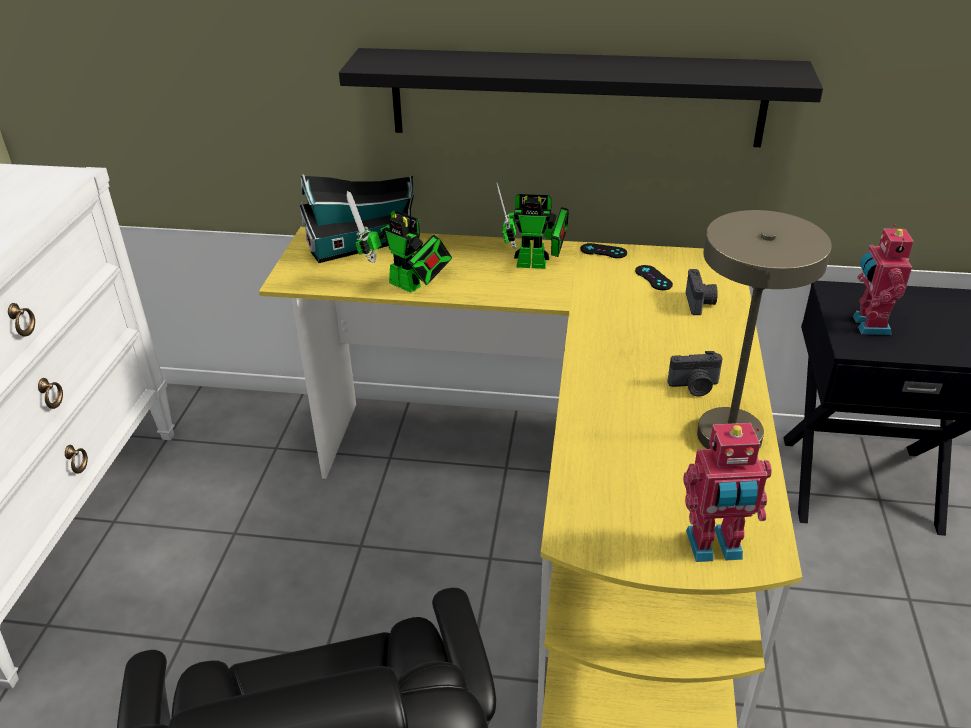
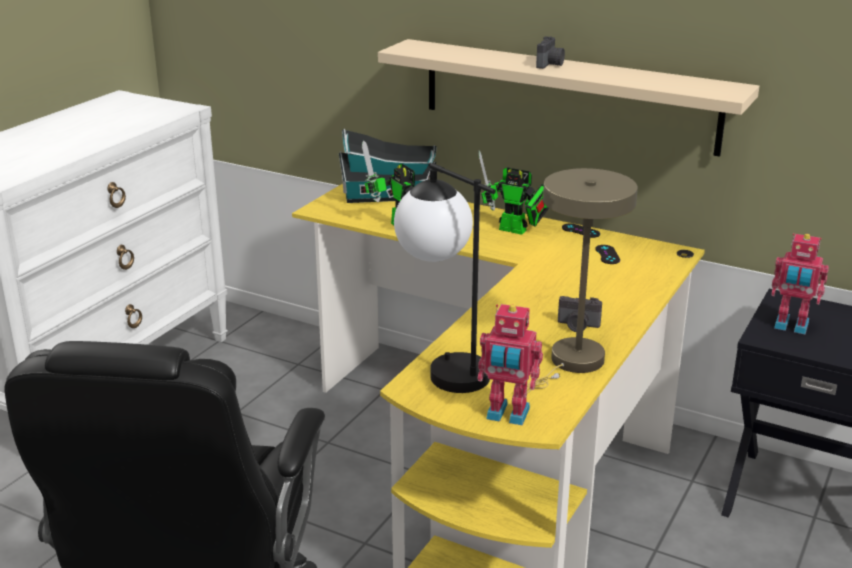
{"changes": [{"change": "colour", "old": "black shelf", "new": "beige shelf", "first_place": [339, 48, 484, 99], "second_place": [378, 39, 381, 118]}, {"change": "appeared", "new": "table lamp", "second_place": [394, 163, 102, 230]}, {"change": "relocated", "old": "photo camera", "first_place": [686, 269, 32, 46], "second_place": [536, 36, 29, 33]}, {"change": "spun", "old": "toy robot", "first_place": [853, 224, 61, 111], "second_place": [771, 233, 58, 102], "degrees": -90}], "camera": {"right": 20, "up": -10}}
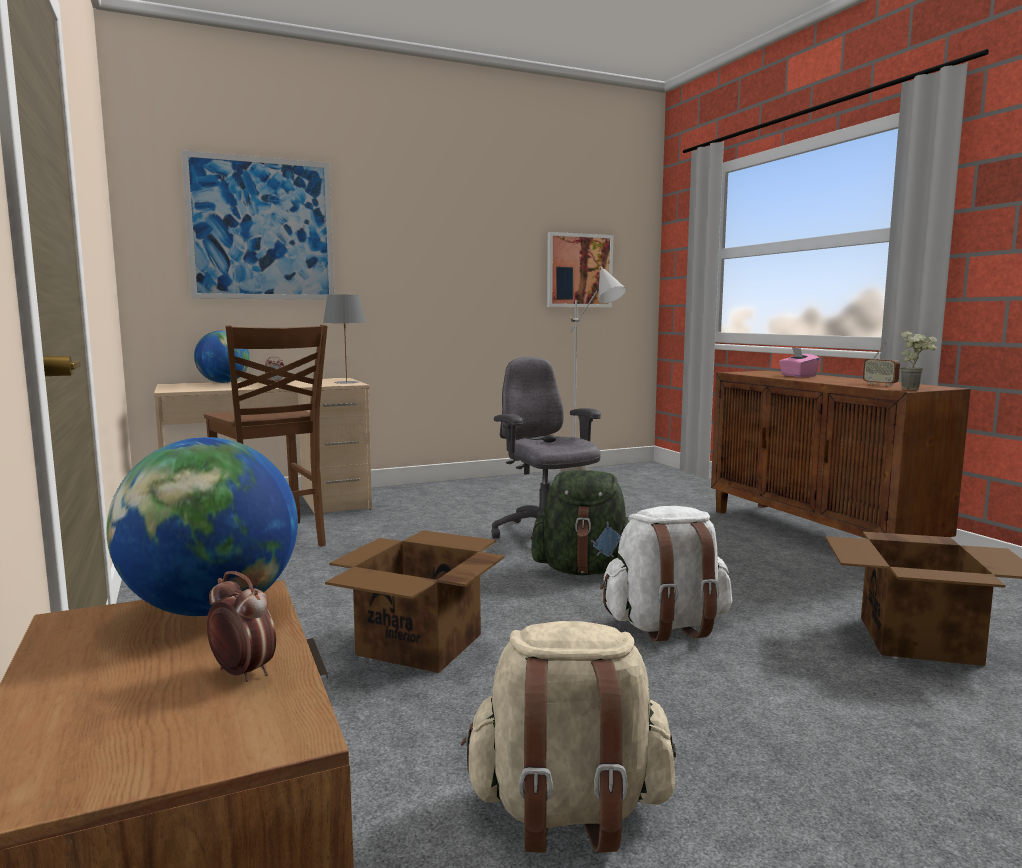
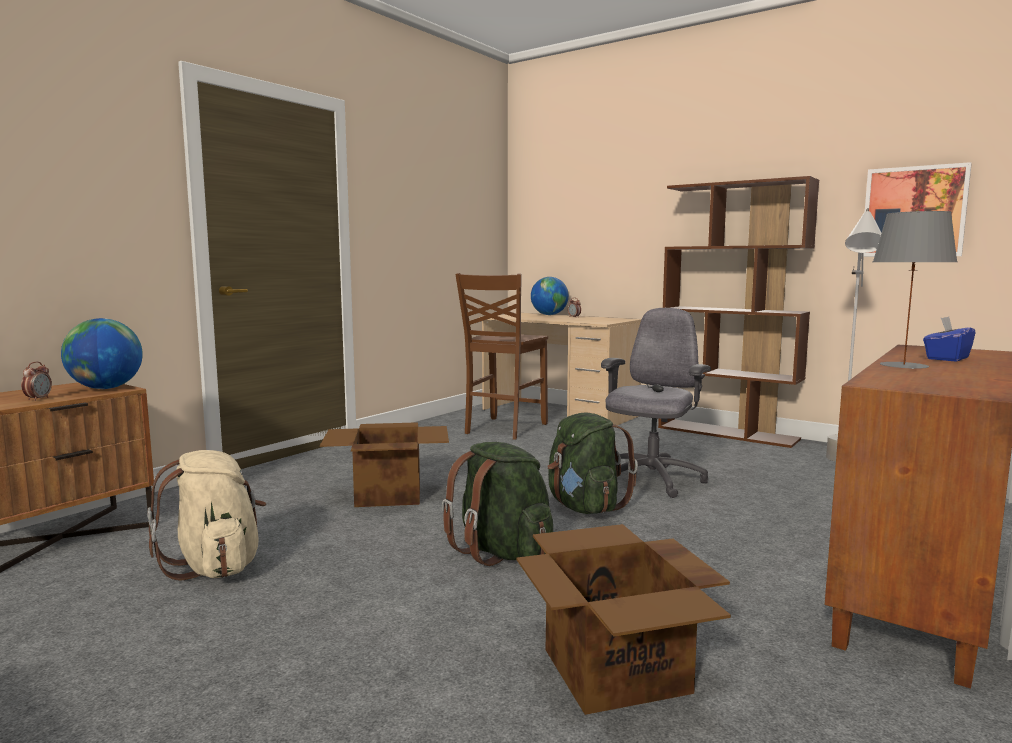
{"changes": [{"change": "colour", "old": "white backpack", "new": "green backpack", "first_place": [600, 506, 132, 135], "second_place": [442, 442, 111, 124]}, {"change": "appeared", "new": "brown bookcase", "second_place": [658, 176, 161, 272]}, {"change": "relocated", "old": "grey table lamp", "first_place": [323, 295, 43, 89], "second_place": [873, 211, 85, 158]}, {"change": "colour", "old": "pink tissue box", "new": "blue tissue box", "first_place": [779, 347, 41, 30], "second_place": [923, 316, 53, 46]}, {"change": "missing", "old": "picture", "first_place": [182, 151, 152, 149]}, {"change": "missing", "old": "radio", "first_place": [863, 341, 37, 45]}, {"change": "missing", "old": "potted plant", "first_place": [900, 331, 37, 59]}], "camera": {"right": 60, "up": 0}}
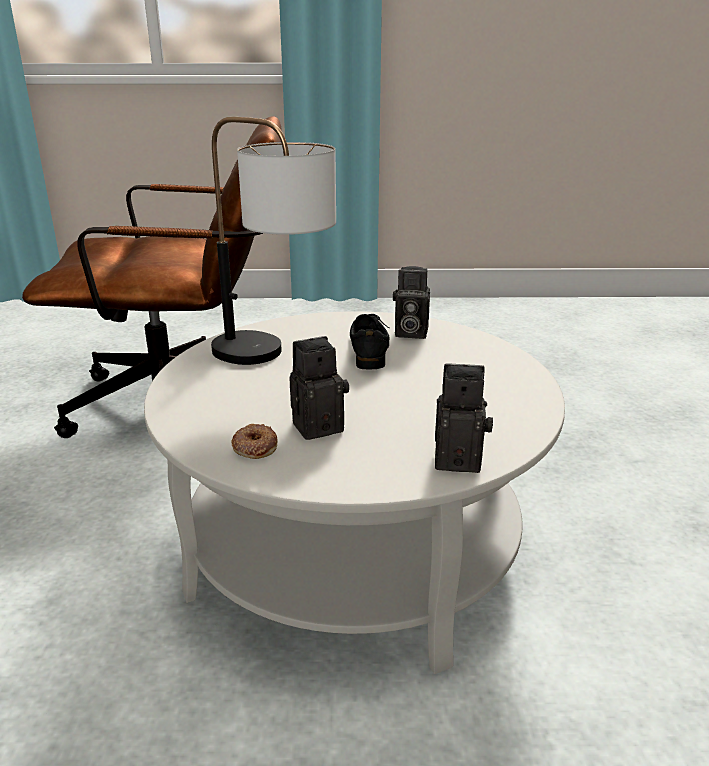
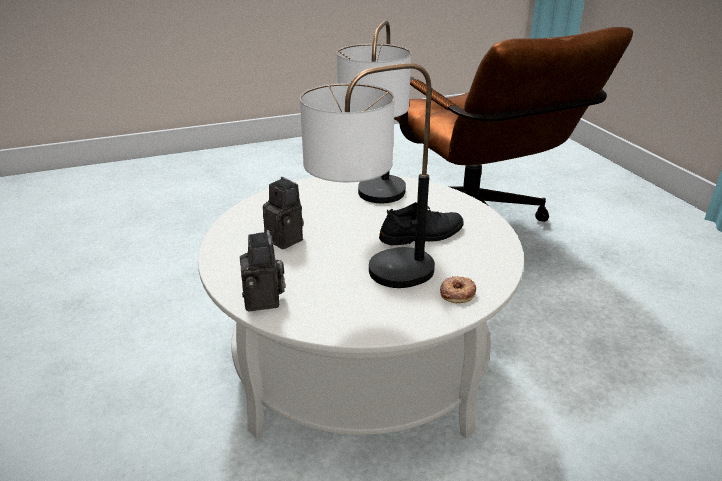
{"changes": [{"change": "appeared", "new": "table lamp", "second_place": [300, 63, 135, 225]}, {"change": "relocated", "old": "donut", "first_place": [231, 424, 47, 35], "second_place": [440, 276, 36, 27]}, {"change": "missing", "old": "photo camera", "first_place": [393, 266, 37, 73]}], "camera": {"right": 70, "up": 5}}
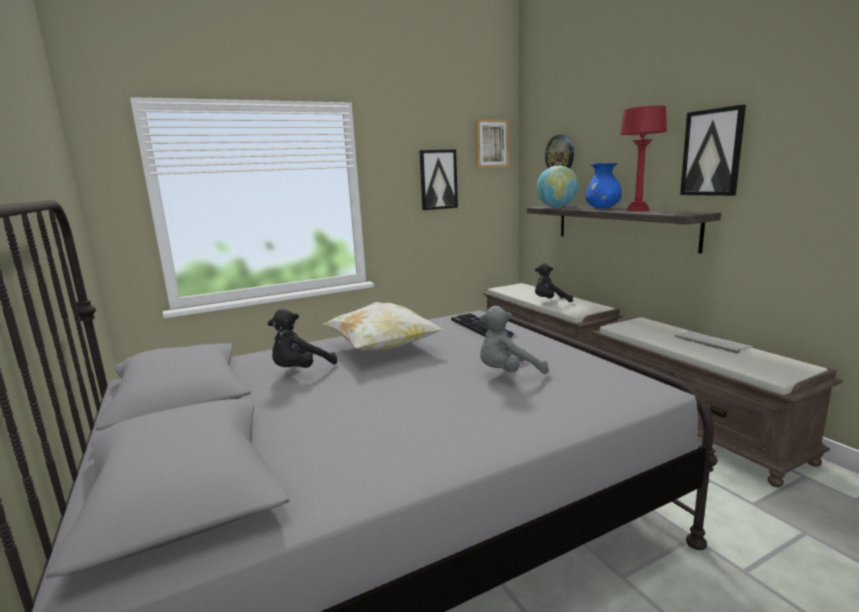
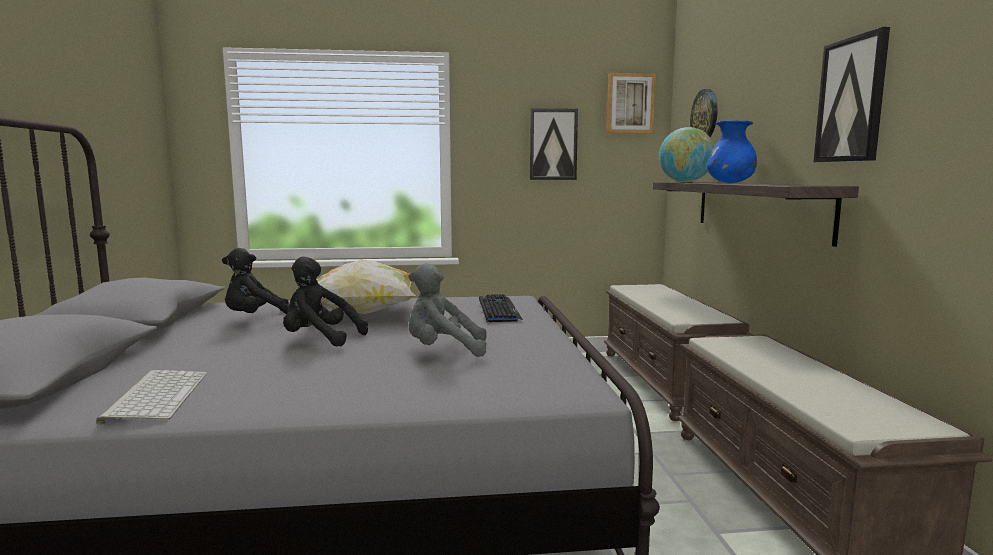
{"changes": [{"change": "relocated", "old": "keyboard", "first_place": [675, 331, 78, 22], "second_place": [96, 370, 111, 55]}, {"change": "relocated", "old": "black plush toy", "first_place": [535, 263, 38, 39], "second_place": [283, 256, 85, 91]}, {"change": "missing", "old": "red table lamp", "first_place": [620, 106, 47, 105]}], "camera": {"right": 20, "up": -5}}
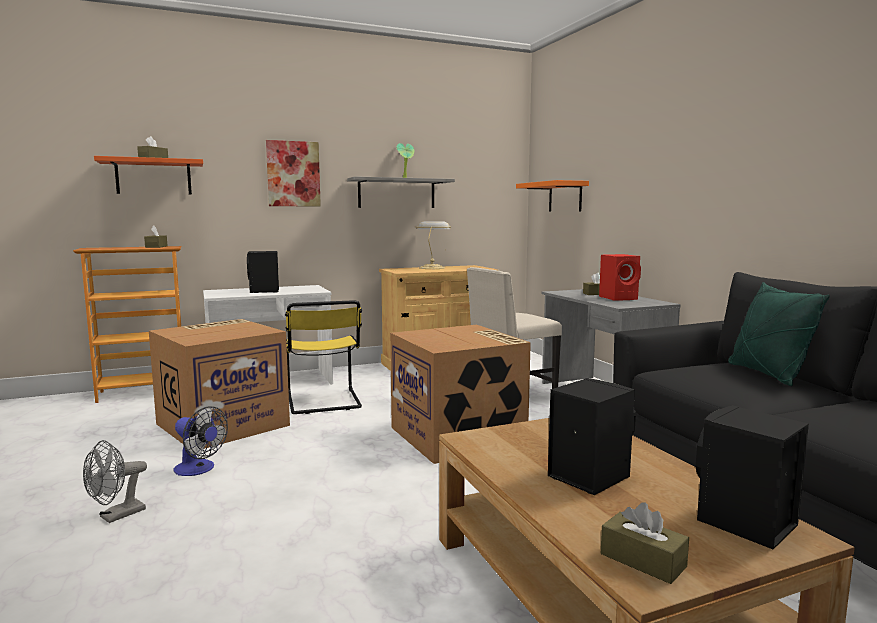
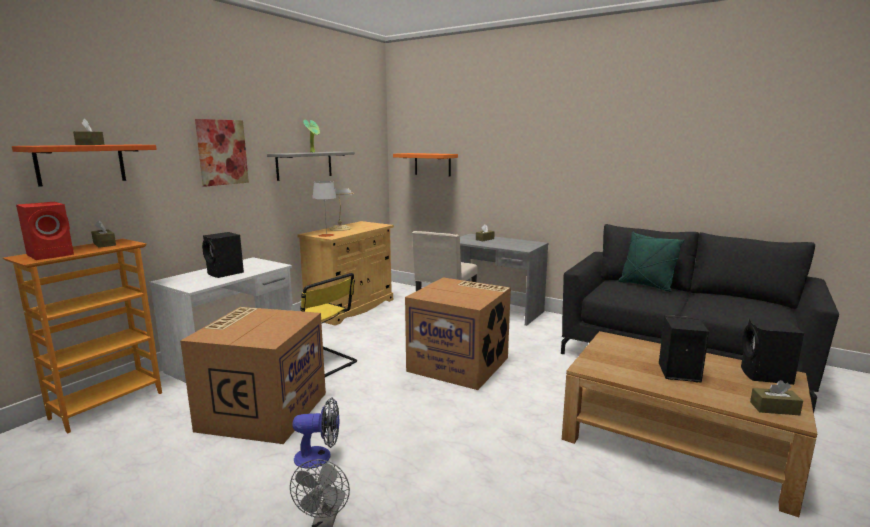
{"changes": [{"change": "relocated", "old": "red speaker", "first_place": [599, 254, 42, 47], "second_place": [16, 202, 58, 58]}, {"change": "appeared", "new": "grey table lamp", "second_place": [313, 181, 24, 56]}], "camera": {"right": -35, "up": 5}}
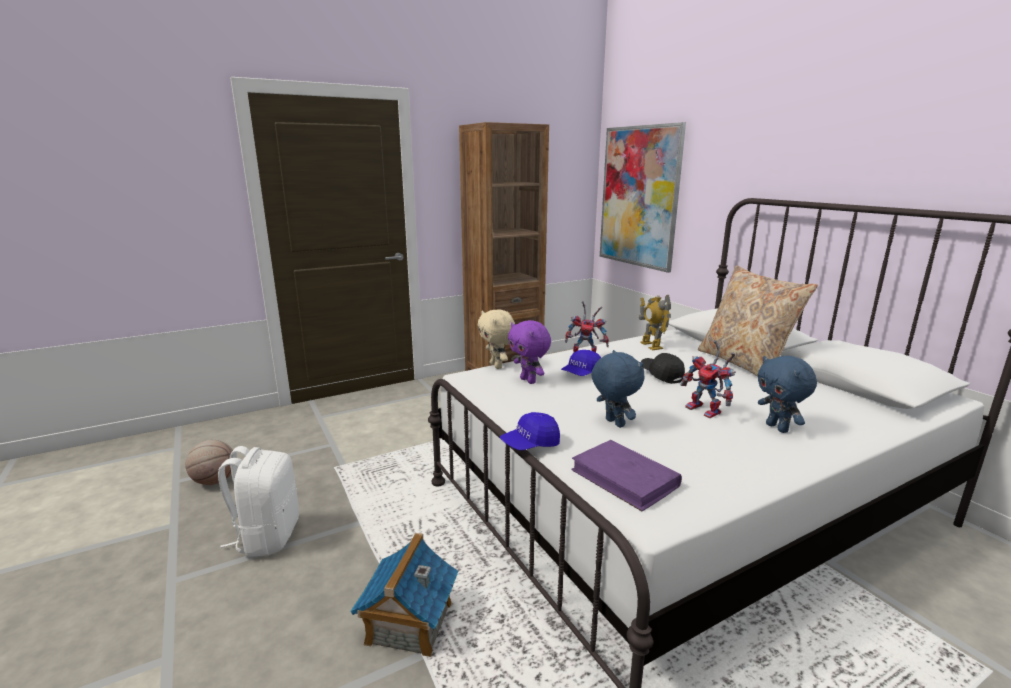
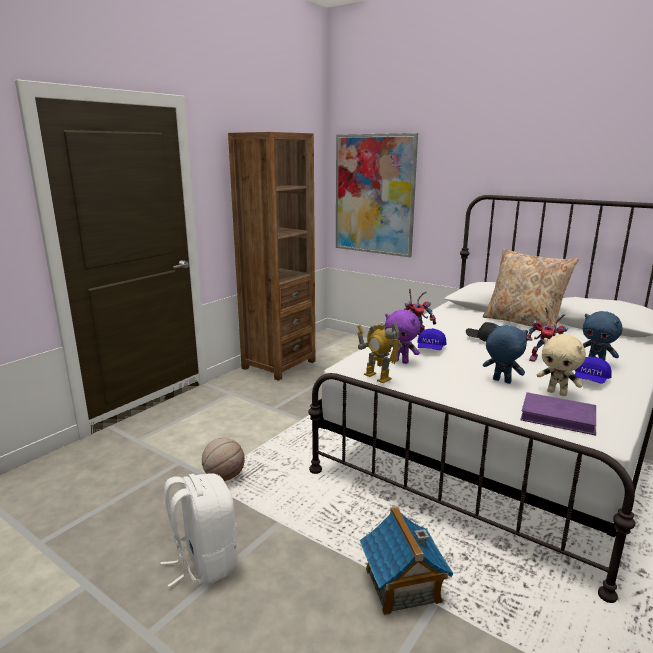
{"changes": [{"change": "relocated", "old": "basketball", "first_place": [185, 440, 48, 45], "second_place": [202, 438, 43, 43]}, {"change": "relocated", "old": "toy robot", "first_place": [639, 295, 32, 55], "second_place": [358, 322, 44, 61]}, {"change": "relocated", "old": "beige plush toy", "first_place": [478, 309, 37, 60], "second_place": [537, 334, 49, 62]}, {"change": "relocated", "old": "blue cap", "first_place": [500, 412, 60, 38], "second_place": [575, 357, 37, 27]}], "camera": {"right": -25, "up": 0}}
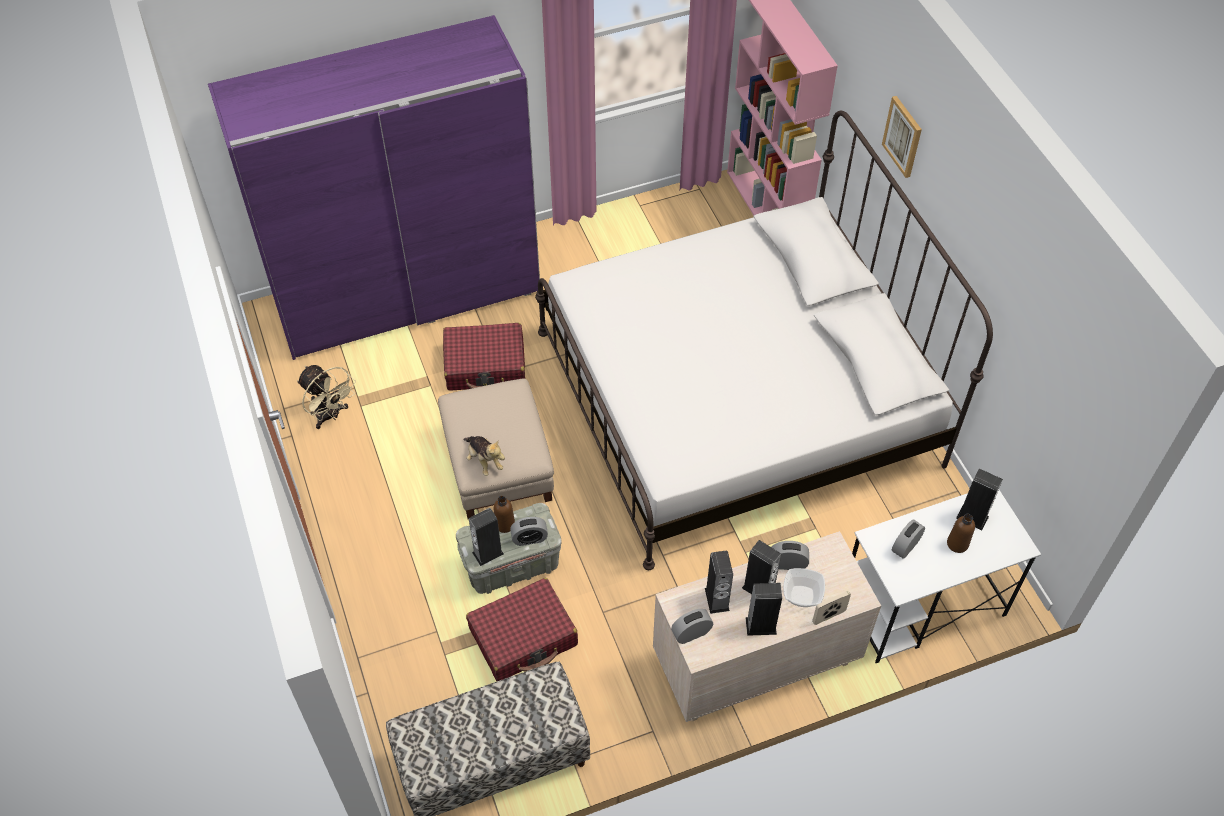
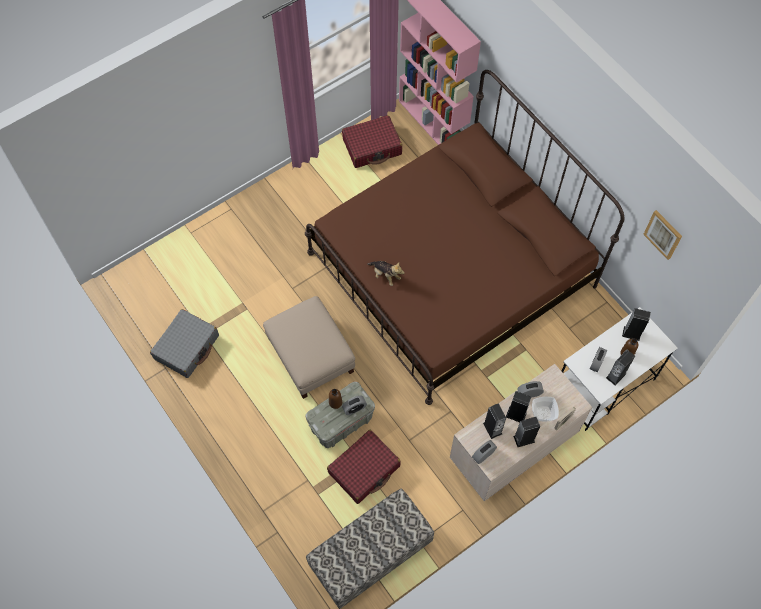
{"changes": [{"change": "exchanged", "old": "beige fan", "new": "grey suitcase", "first_place": [297, 365, 59, 64], "second_place": [150, 309, 69, 69]}, {"change": "colour", "old": "white bed", "new": "brown bed", "first_place": [535, 111, 458, 459], "second_place": [305, 70, 319, 335]}, {"change": "relocated", "old": "red suitcase", "first_place": [443, 323, 82, 68], "second_place": [342, 115, 60, 53]}, {"change": "relocated", "old": "plush toy", "first_place": [463, 436, 42, 40], "second_place": [367, 261, 38, 25]}, {"change": "relocated", "old": "speaker", "first_place": [469, 508, 35, 58], "second_place": [606, 350, 29, 36]}, {"change": "relocated", "old": "picture", "first_place": [882, 96, 40, 82], "second_place": [643, 210, 39, 50]}, {"change": "missing", "old": "purple wardrobe", "first_place": [208, 15, 332, 345]}], "camera": {"right": -15, "up": 10}}
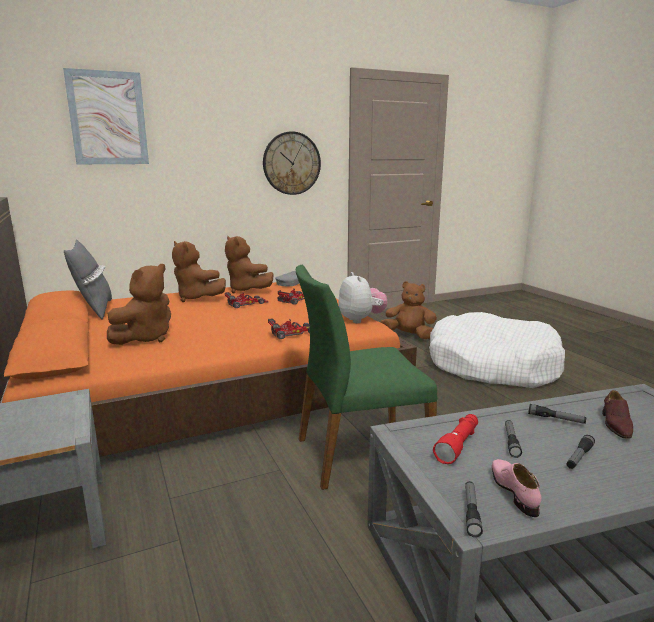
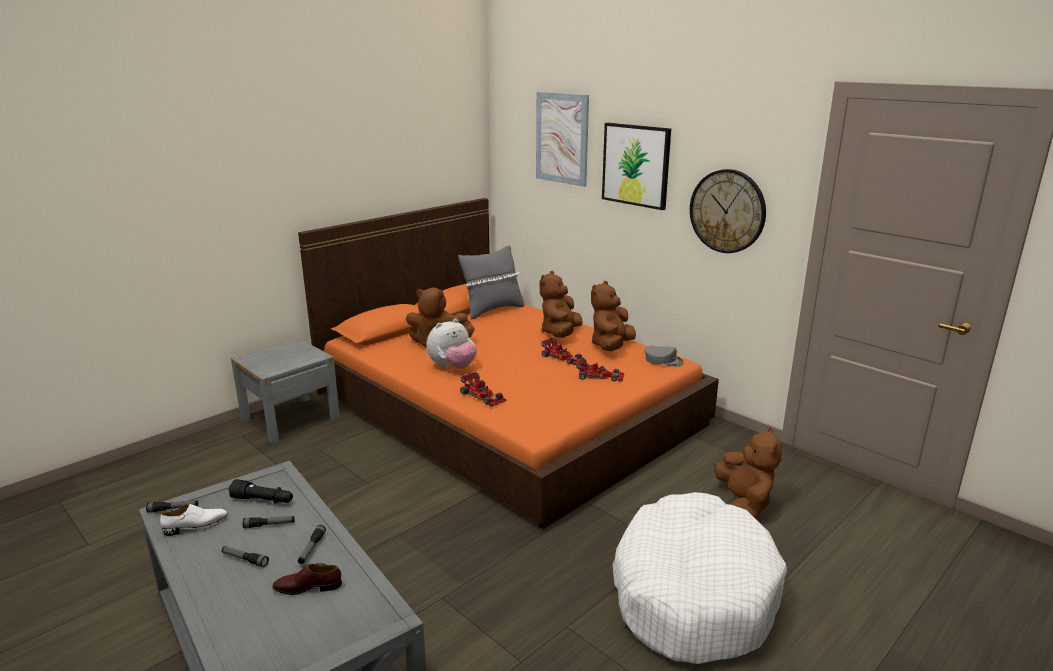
{"changes": [{"change": "colour", "old": "pink shoe", "new": "white shoe", "first_place": [492, 459, 50, 58], "second_place": [160, 504, 68, 32]}, {"change": "colour", "old": "red flashlight", "new": "black flashlight", "first_place": [433, 414, 45, 50], "second_place": [229, 479, 64, 25]}, {"change": "relocated", "old": "plush toy", "first_place": [339, 272, 48, 52], "second_place": [426, 318, 51, 51]}, {"change": "appeared", "new": "picture", "second_place": [602, 123, 69, 87]}, {"change": "missing", "old": "green chair", "first_place": [296, 265, 141, 225]}], "camera": {"right": 70, "up": 5}}
